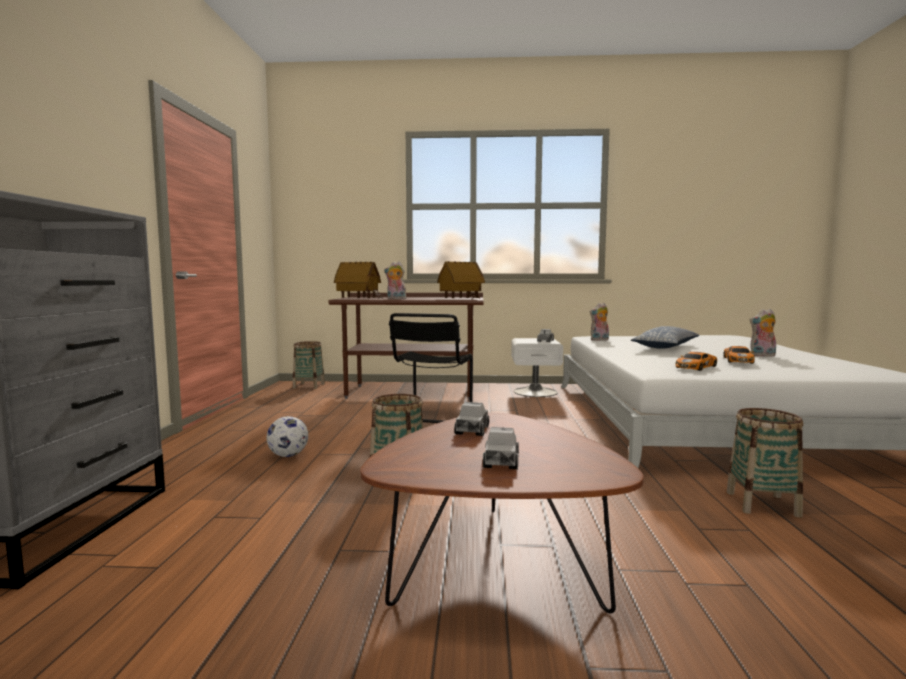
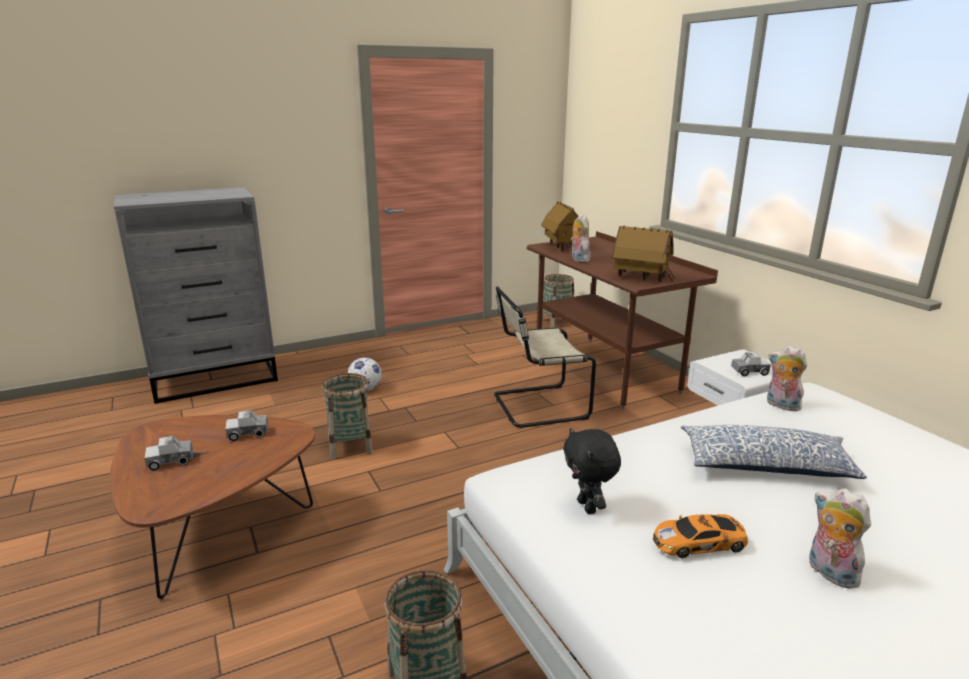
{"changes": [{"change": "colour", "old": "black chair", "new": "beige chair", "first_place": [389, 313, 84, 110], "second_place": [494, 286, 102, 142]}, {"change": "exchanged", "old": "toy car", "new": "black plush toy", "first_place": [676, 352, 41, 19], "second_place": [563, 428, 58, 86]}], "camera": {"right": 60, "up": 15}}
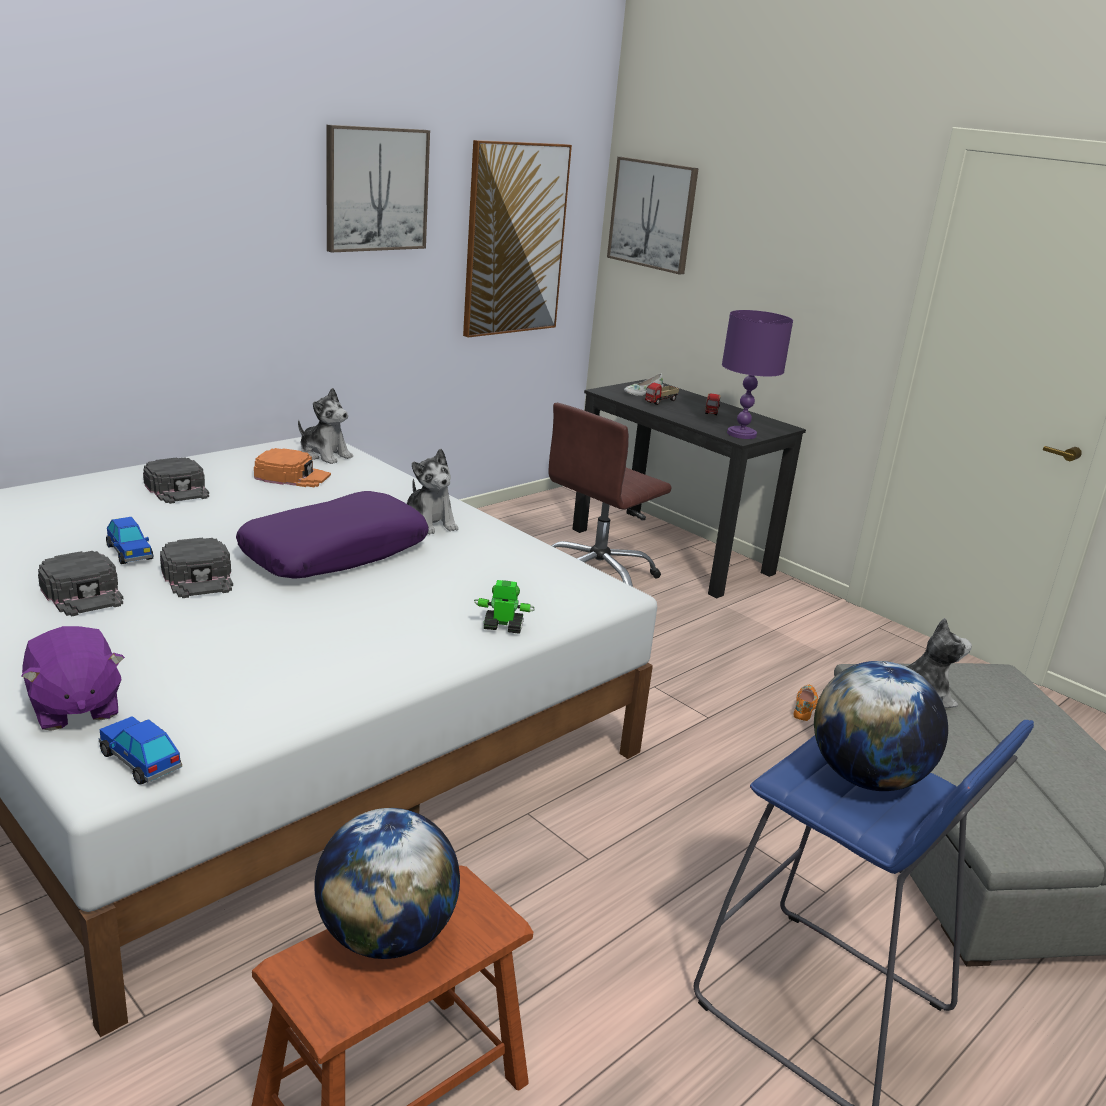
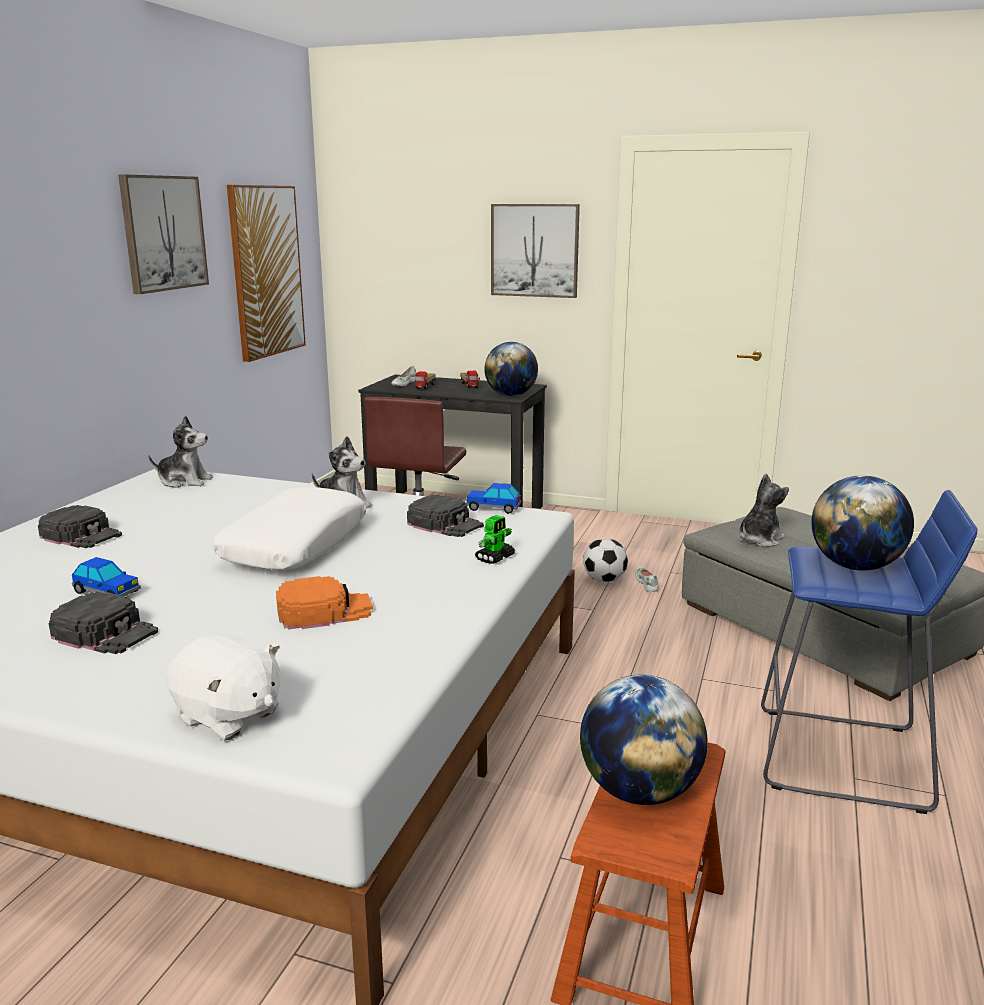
{"changes": [{"change": "colour", "old": "purple plush toy", "new": "white plush toy", "first_place": [21, 626, 104, 105], "second_place": [165, 633, 116, 107]}, {"change": "colour", "old": "purple pillow", "new": "white pillow", "first_place": [236, 491, 193, 88], "second_place": [212, 487, 154, 84]}, {"change": "relocated", "old": "orange cap", "first_place": [254, 448, 77, 39], "second_place": [276, 576, 97, 53]}, {"change": "relocated", "old": "black cap", "first_place": [160, 538, 73, 60], "second_place": [407, 495, 77, 42]}, {"change": "relocated", "old": "toy car", "first_place": [99, 716, 83, 69], "second_place": [466, 483, 55, 31]}, {"change": "spun", "old": "toy robot", "first_place": [474, 580, 61, 54], "second_place": [475, 515, 40, 49], "degrees": 150}, {"change": "exchanged", "old": "purple table lamp", "new": "globe", "first_place": [722, 310, 71, 129], "second_place": [484, 342, 54, 54]}, {"change": "relocated", "old": "picture", "first_place": [607, 157, 92, 118], "second_place": [491, 204, 89, 94]}, {"change": "appeared", "new": "football", "second_place": [583, 538, 45, 44]}, {"change": "colour", "old": "orange shoe", "new": "white shoe", "first_place": [793, 685, 25, 36], "second_place": [635, 567, 24, 25]}], "camera": {"right": -25, "up": -5}}
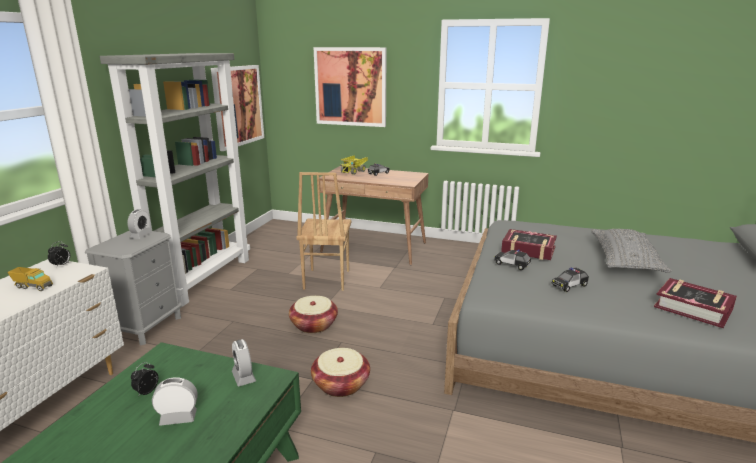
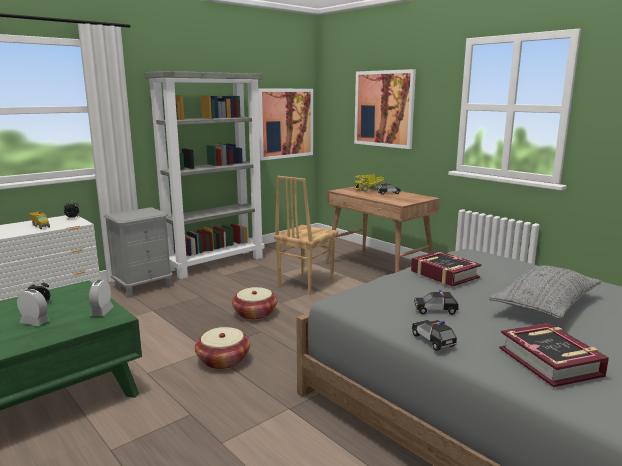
{"changes": [{"change": "relocated", "old": "toy car", "first_place": [494, 250, 37, 20], "second_place": [412, 320, 45, 31]}, {"change": "missing", "old": "alarm clock", "first_place": [127, 209, 25, 30]}], "camera": {"right": 30, "up": -5}}
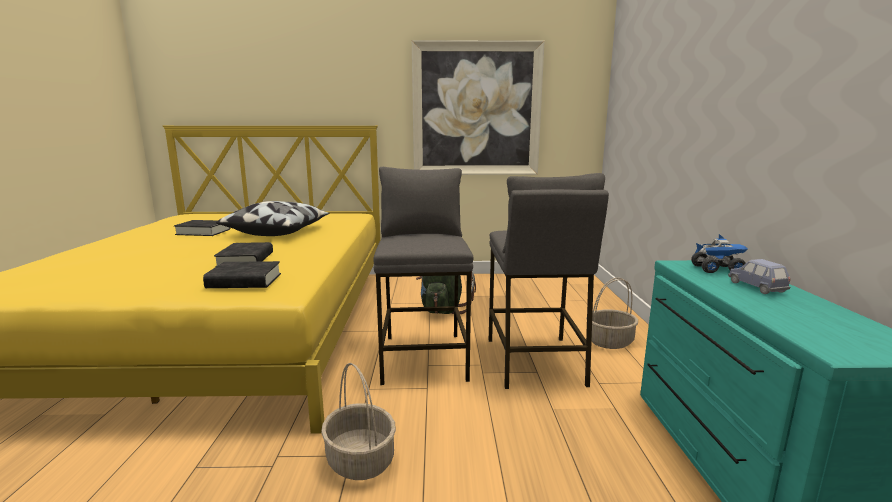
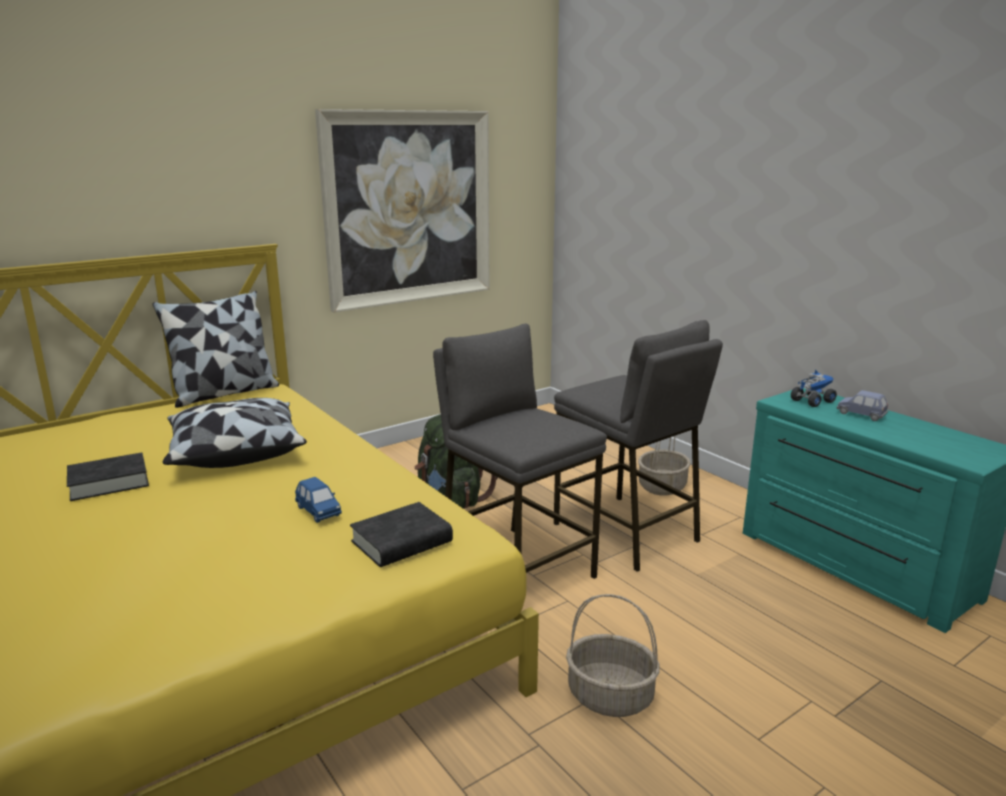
{"changes": [{"change": "appeared", "new": "pillow", "second_place": [153, 291, 126, 117]}, {"change": "exchanged", "old": "black book", "new": "blue toy car", "first_place": [214, 242, 59, 25], "second_place": [295, 477, 47, 46]}], "camera": {"right": -35, "up": 5}}
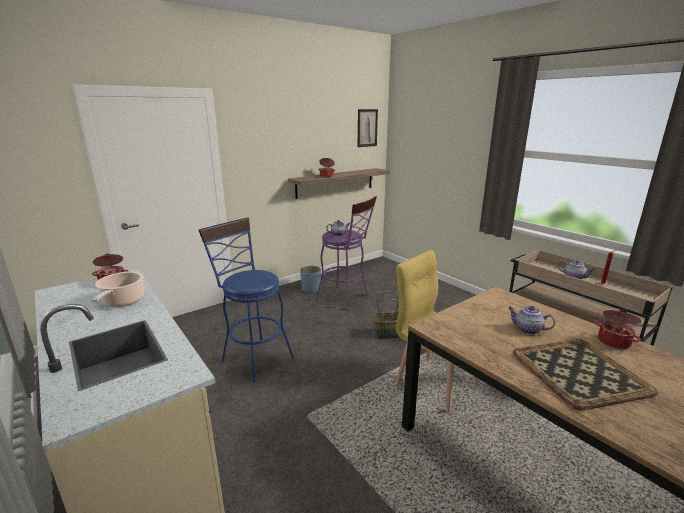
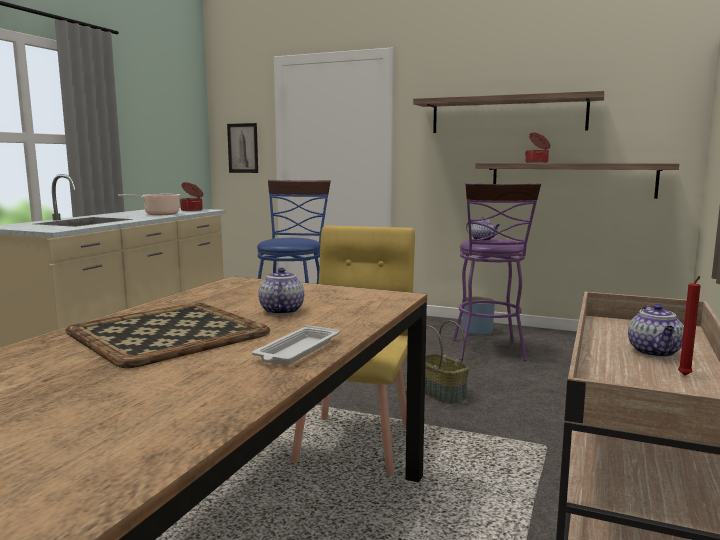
{"changes": [{"change": "relocated", "old": "picture", "first_place": [358, 109, 20, 38], "second_place": [227, 123, 31, 50]}, {"change": "exchanged", "old": "cooking pot", "new": "white tray", "first_place": [596, 309, 45, 40], "second_place": [252, 325, 88, 40]}, {"change": "appeared", "new": "shelf", "second_place": [413, 91, 191, 42]}], "camera": {"right": 60, "up": -10}}
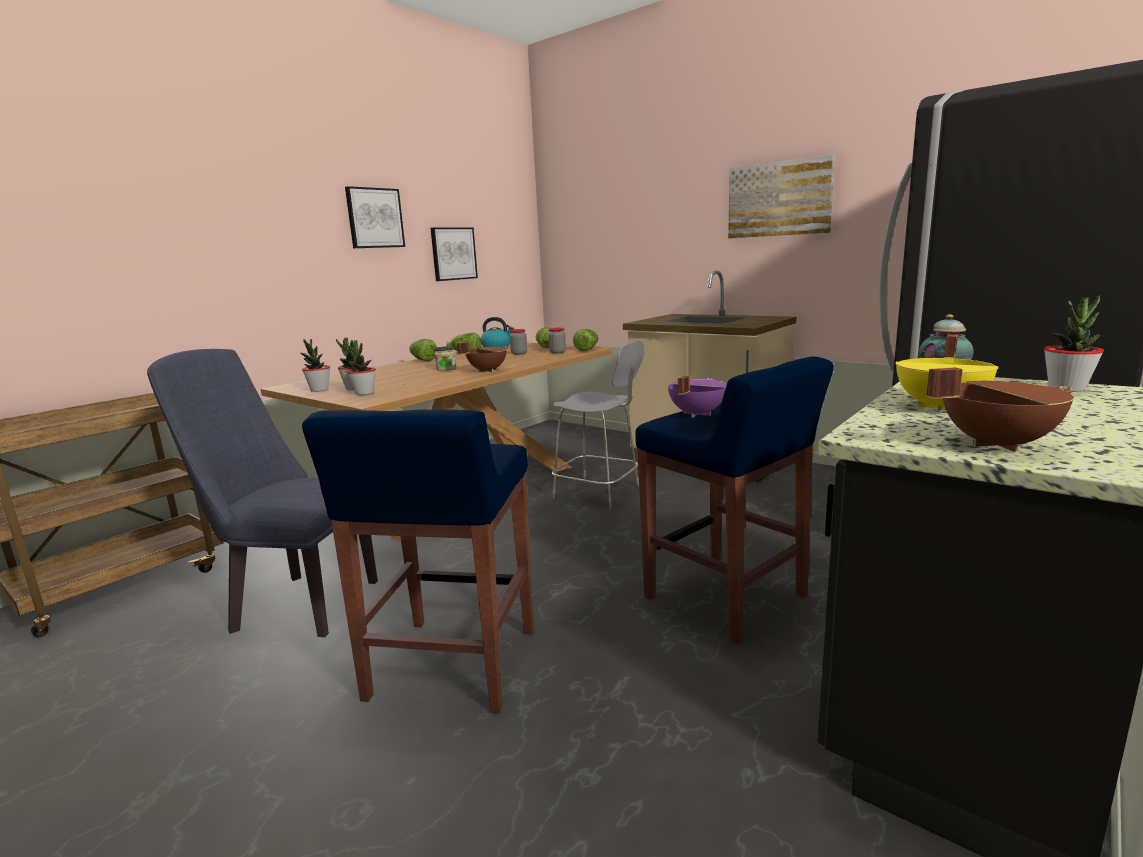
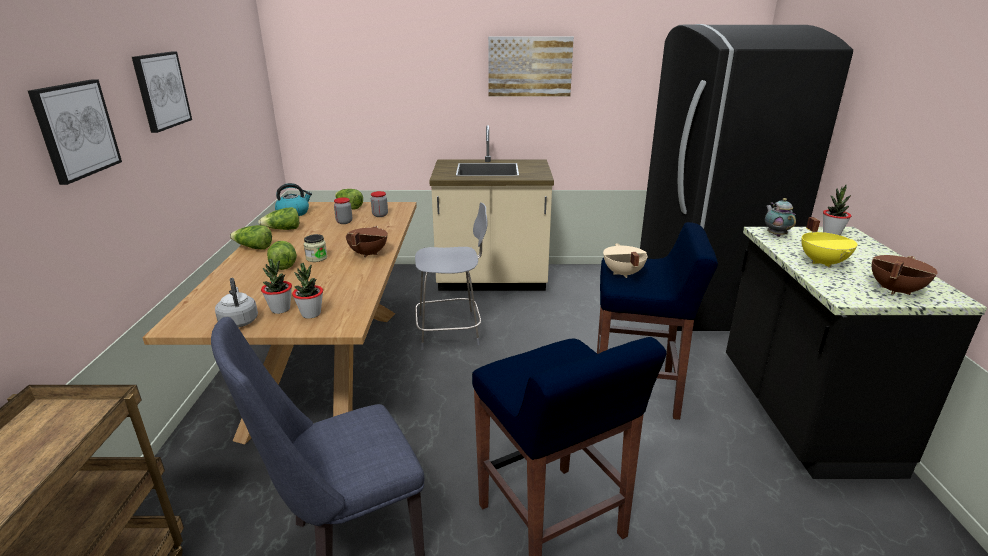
{"changes": [{"change": "relocated", "old": "picture", "first_place": [430, 228, 48, 53], "second_place": [28, 80, 94, 105]}, {"change": "exchanged", "old": "potted plant", "new": "grey kettle", "first_place": [301, 339, 29, 53], "second_place": [215, 278, 43, 49]}, {"change": "relocated", "old": "lettuce", "first_place": [573, 329, 25, 22], "second_place": [267, 241, 30, 29]}, {"change": "colour", "old": "purple cooking pot", "new": "beige cooking pot", "first_place": [668, 376, 59, 42], "second_place": [603, 244, 45, 34]}], "camera": {"right": -40, "up": 10}}
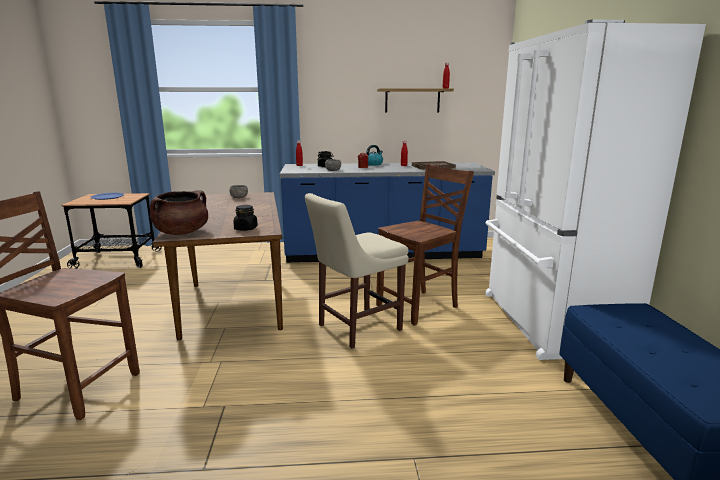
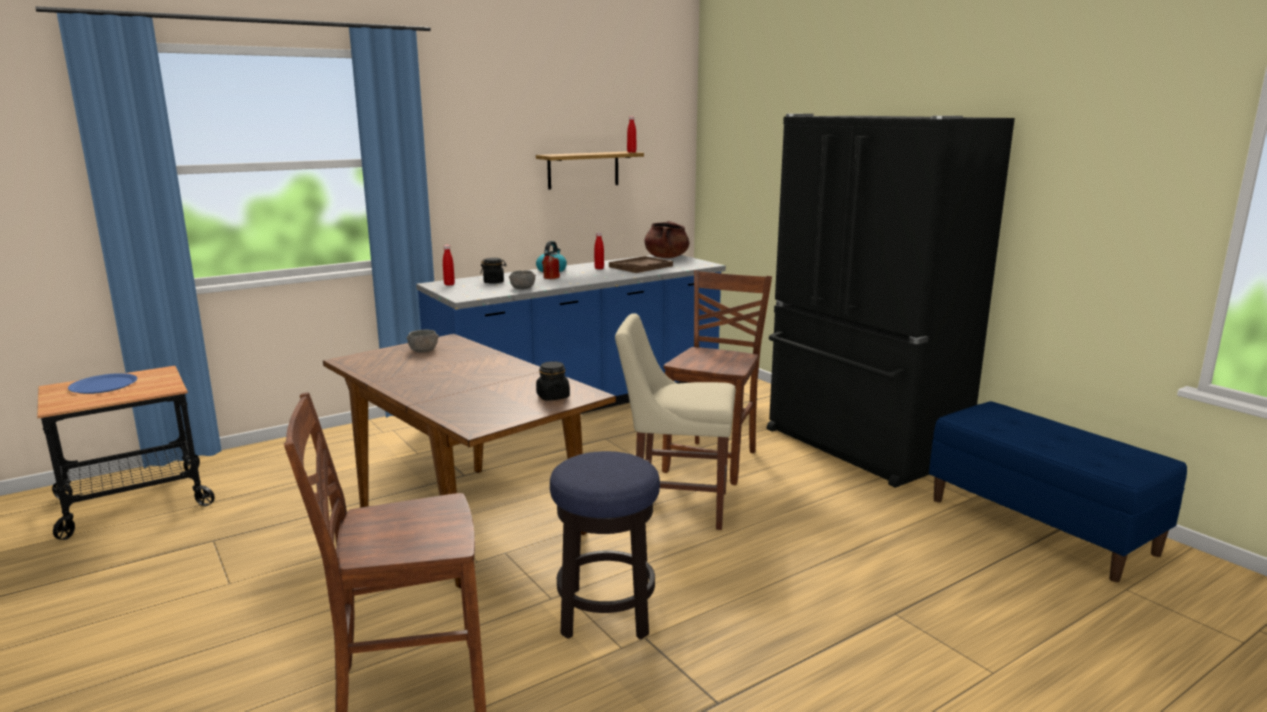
{"changes": [{"change": "appeared", "new": "stool", "second_place": [550, 451, 110, 189]}, {"change": "spun", "old": "beige chair", "first_place": [305, 193, 104, 155], "second_place": [615, 313, 121, 217], "degrees": 75}, {"change": "relocated", "old": "brown cooking pot", "first_place": [150, 190, 58, 45], "second_place": [644, 221, 45, 37]}, {"change": "colour", "old": "white fridge", "new": "black fridge", "first_place": [485, 19, 221, 341], "second_place": [767, 114, 248, 374]}], "camera": {"right": -30, "up": 0}}
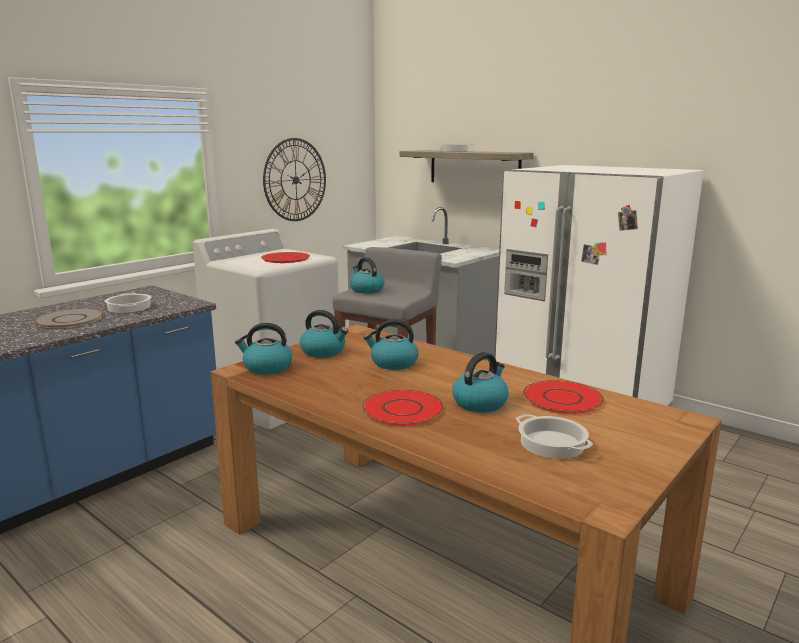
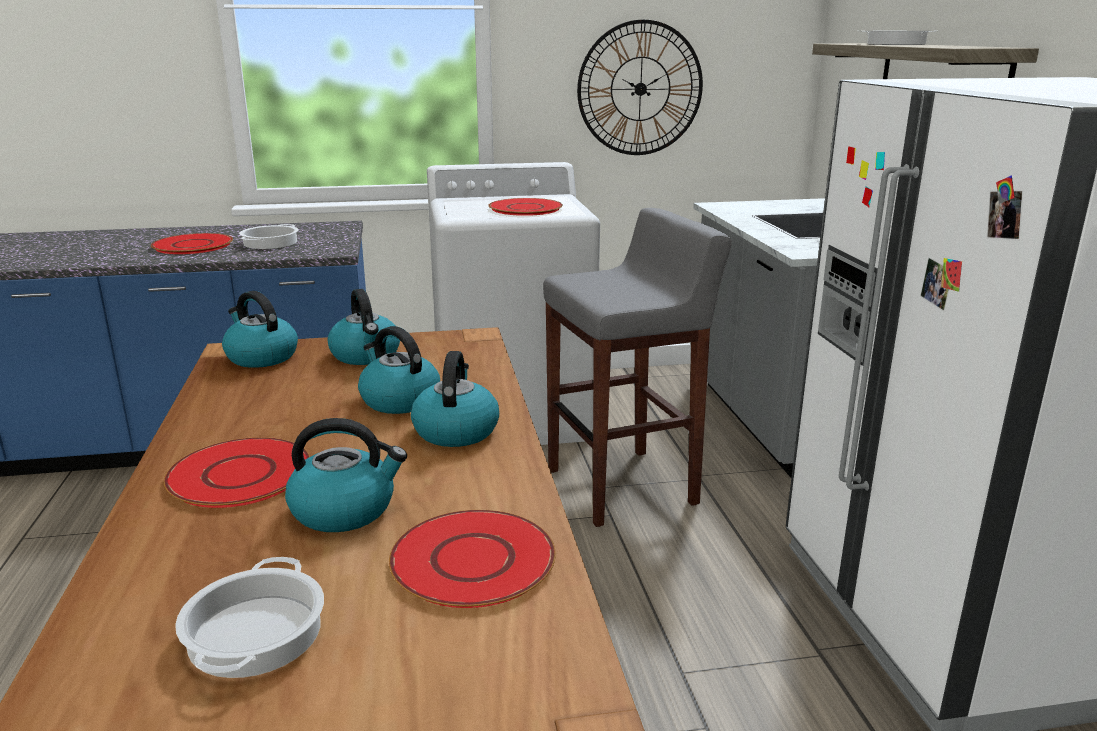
{"changes": [{"change": "colour", "old": "grey plate", "new": "red plate", "first_place": [34, 308, 70, 20], "second_place": [151, 233, 82, 21]}, {"change": "relocated", "old": "kettle", "first_place": [350, 257, 35, 37], "second_place": [411, 351, 88, 96]}], "camera": {"right": 40, "up": 5}}
